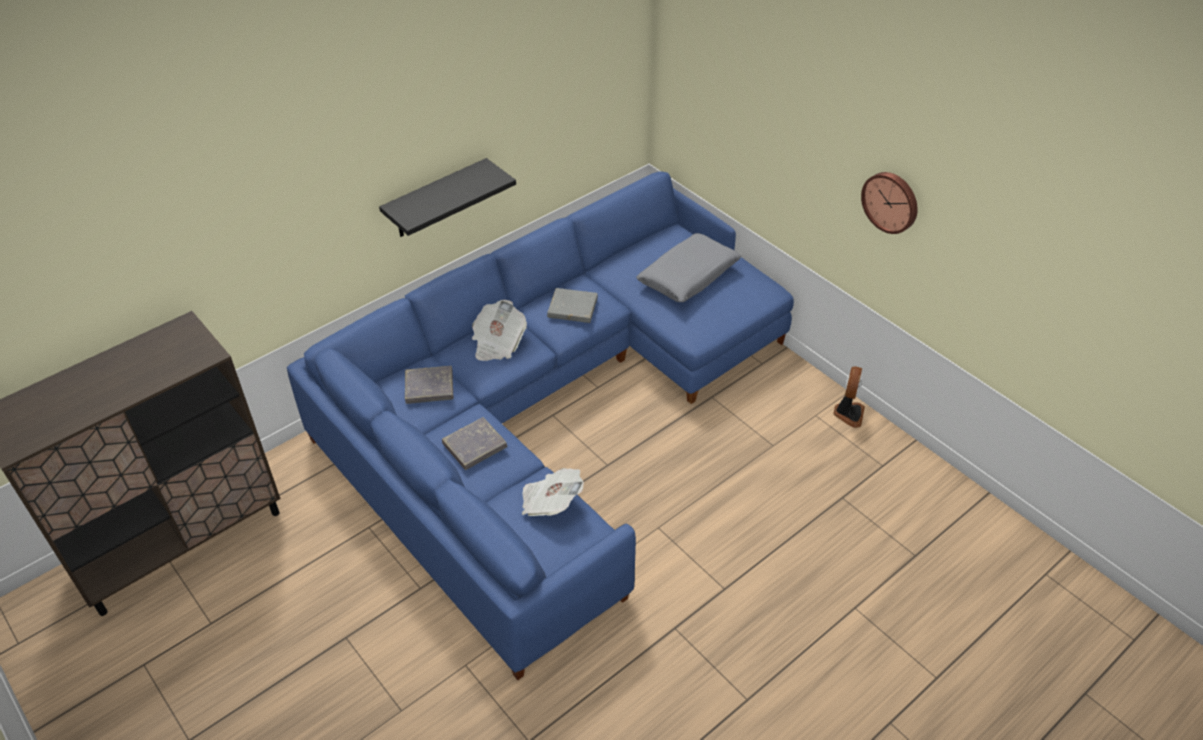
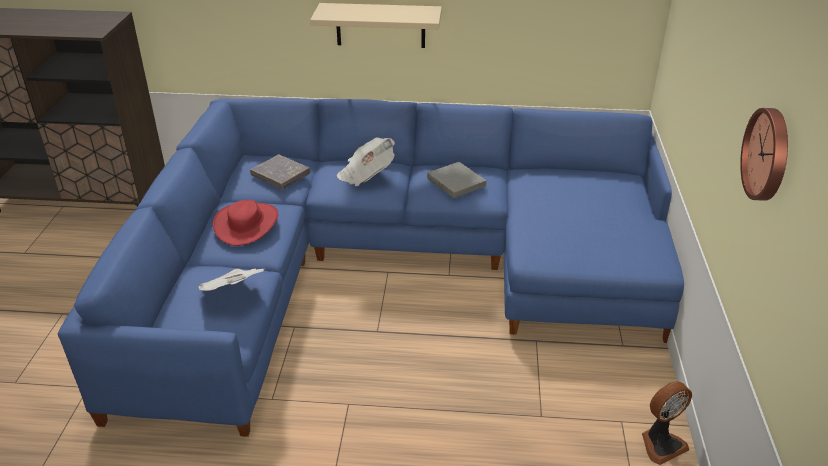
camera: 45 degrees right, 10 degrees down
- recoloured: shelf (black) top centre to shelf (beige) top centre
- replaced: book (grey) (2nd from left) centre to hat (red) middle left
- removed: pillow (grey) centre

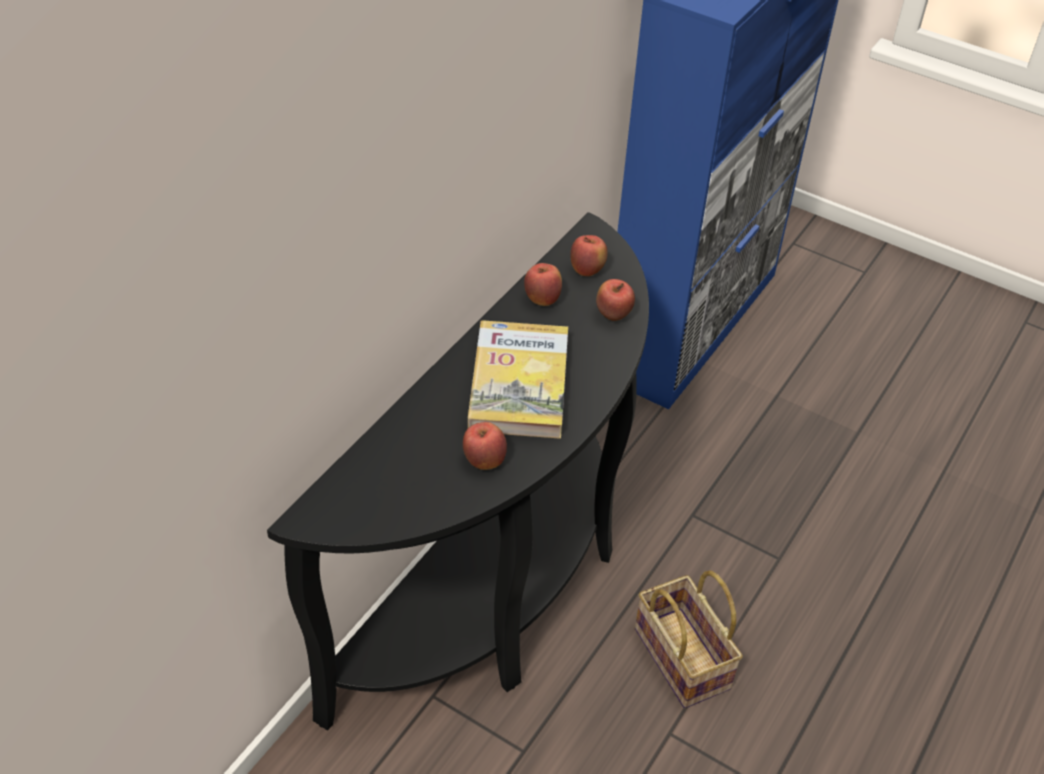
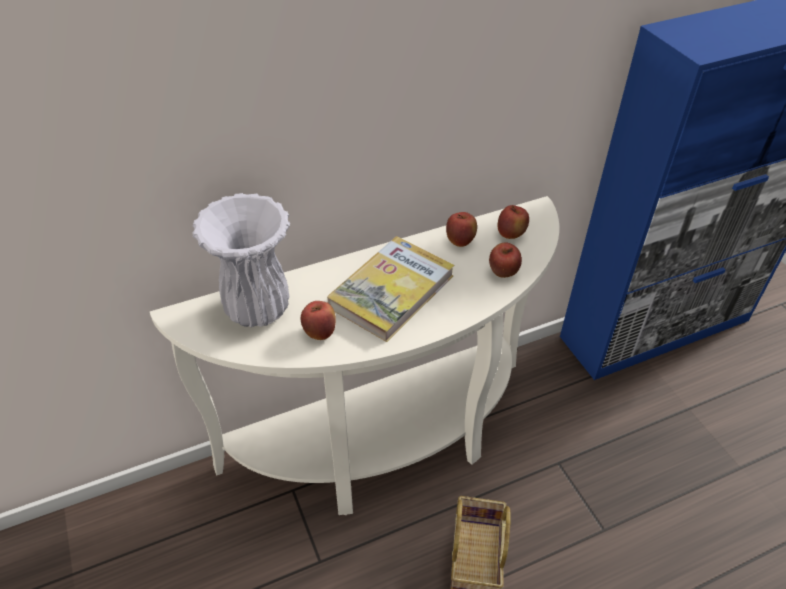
camera: 35 degrees right, 0 degrees up
- recoloured: console table (black) centre to console table (white) centre
- added: vase (white) middle left

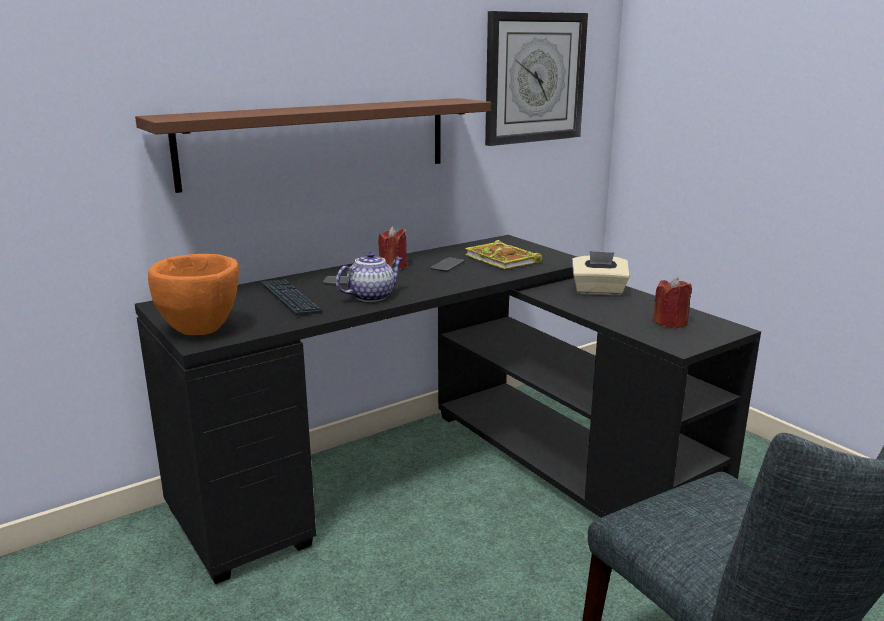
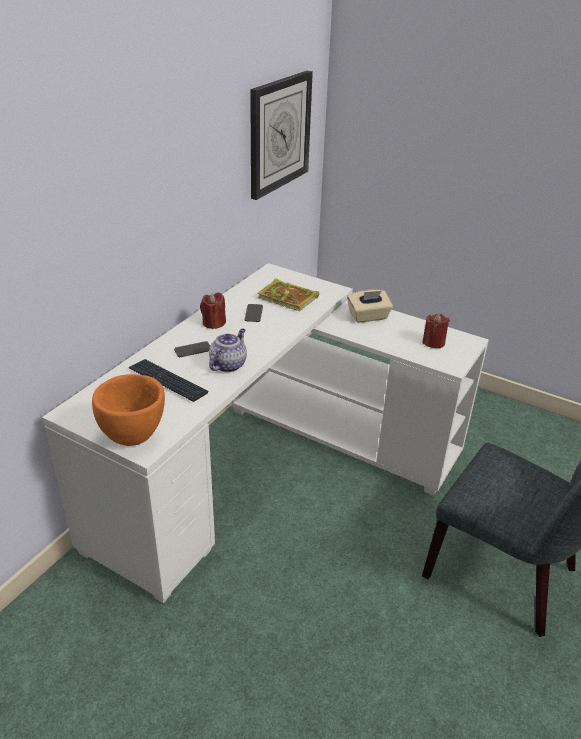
camera: 25 degrees left, 15 degrees up
- removed: shelf (brown) top centre
- recoloured: desk (black) centre to desk (white) centre

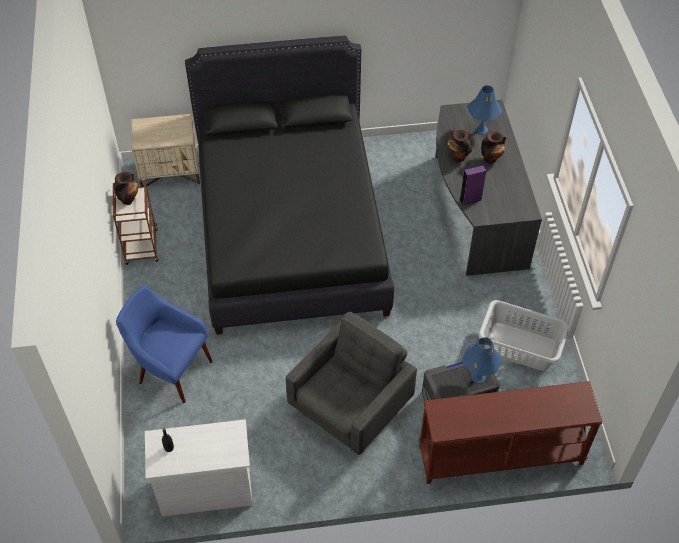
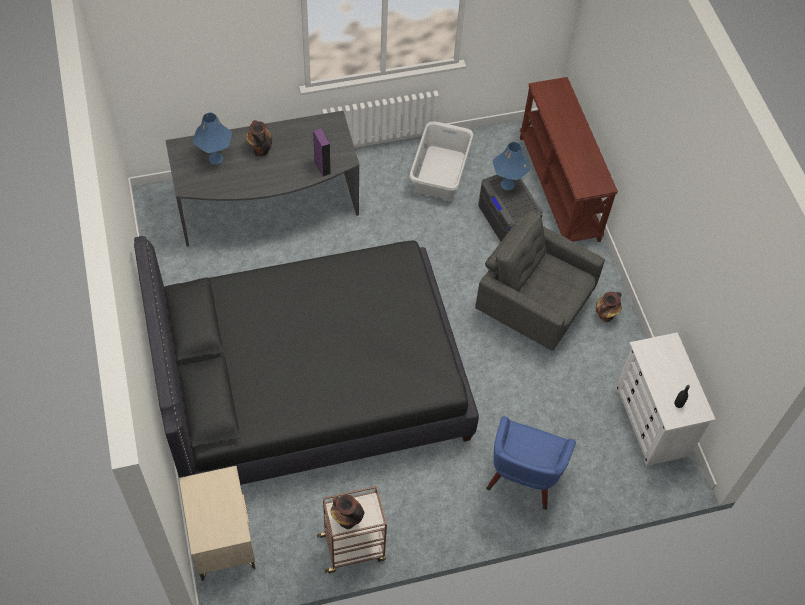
camera: 100 degrees left, 5 degrees up
- moved: vase (2nd from left in the first image) top right to vase (3rd from left) middle right

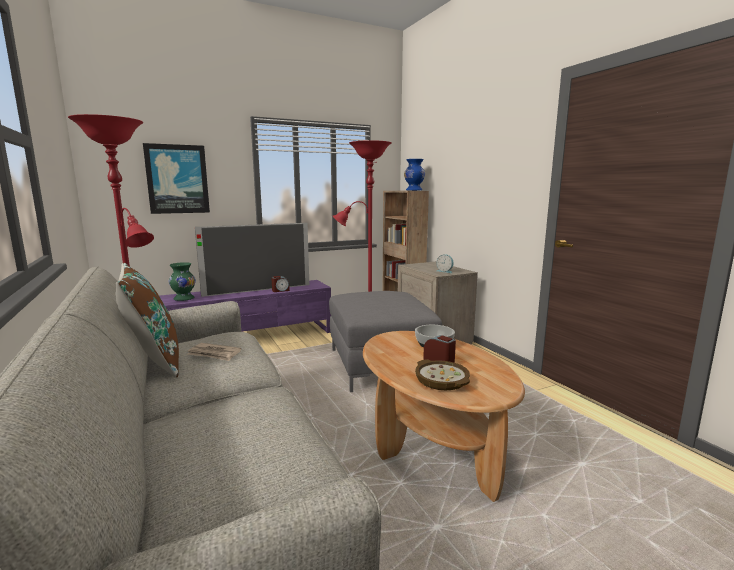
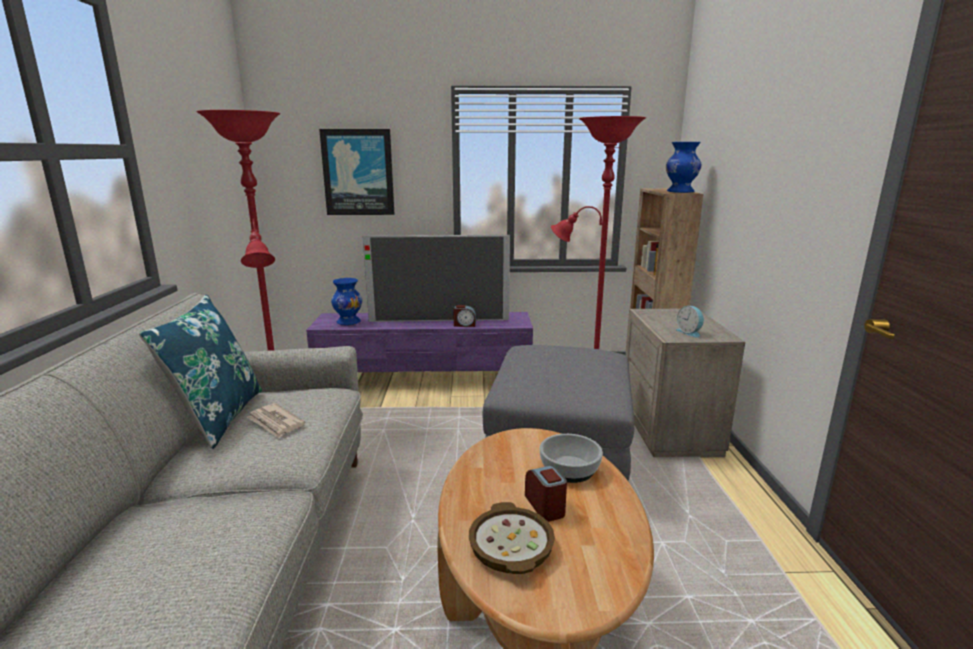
camera: 25 degrees right, 5 degrees up
- recoloured: pillow (brown) middle left to pillow (blue) middle left
- recoloured: vase (green) middle left to vase (blue) (1st from left) centre

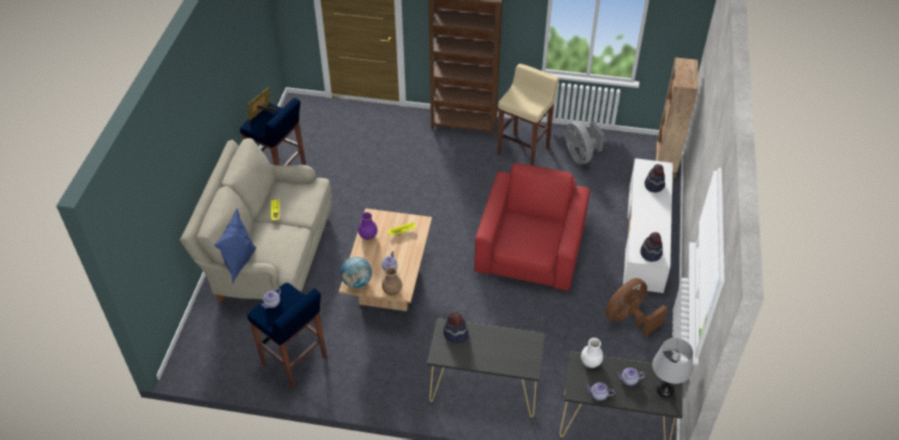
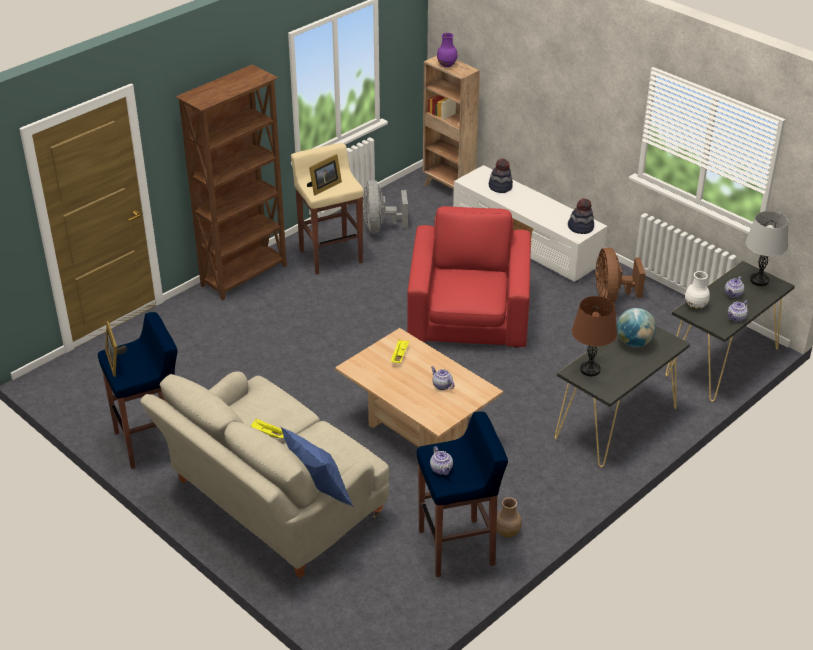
camera: 55 degrees left, 10 degrees down
- moved: globe centre to middle right
- moved: vase (purple) centre to top centre
- moved: vase (brown) centre to bottom centre
- replaced: hat (1st from left) bottom centre to table lamp (brown) middle right
- turned: armchair (red) centre = centre 45 degrees clockwise
- turned: fan (grey) top centre = top centre 75 degrees clockwise
- added: picture frame (2nd from left) top centre

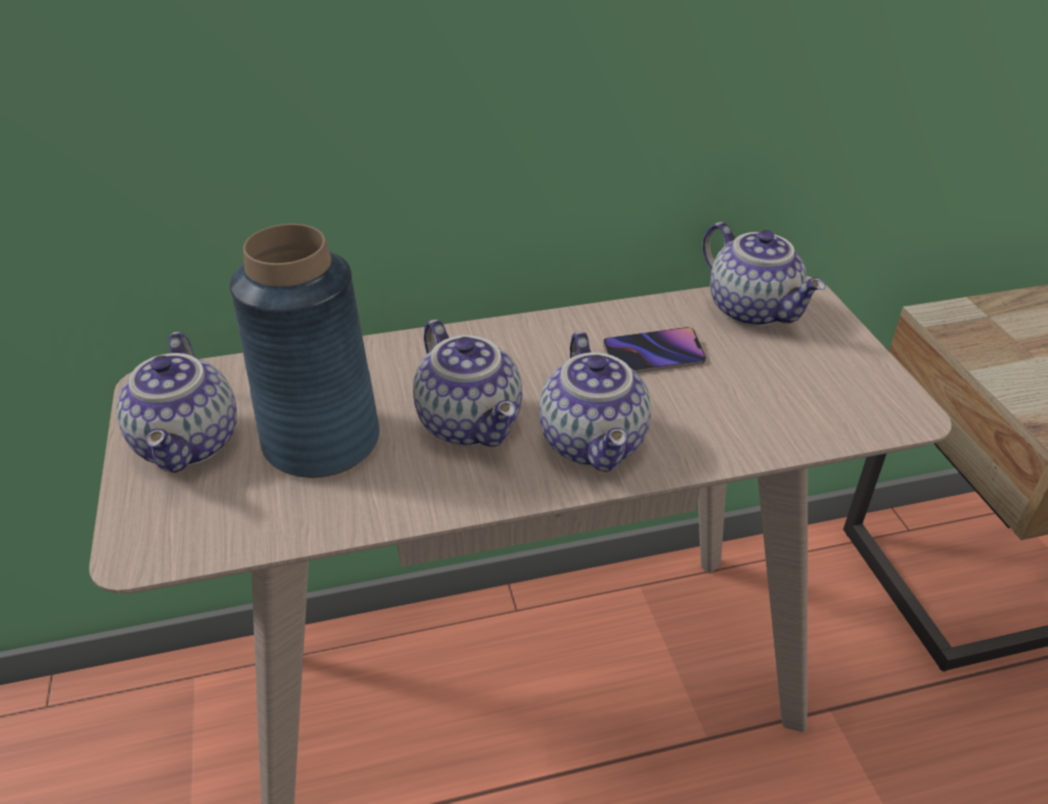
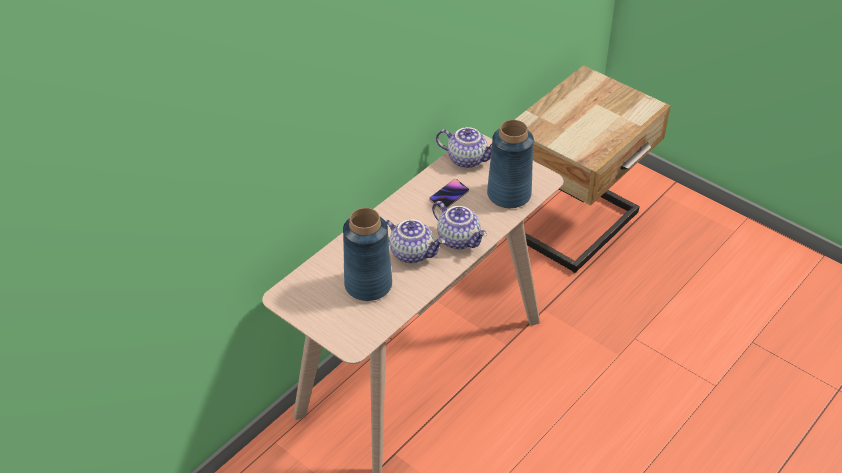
camera: 35 degrees left, 5 degrees up
- removed: teapot (1st from left) middle left
- added: vase (blue) (2nd from left) centre

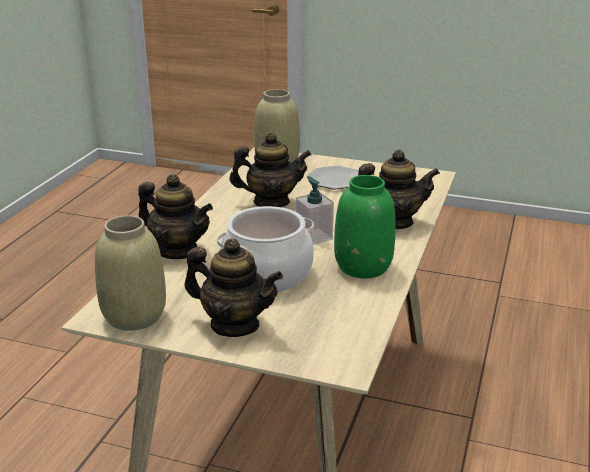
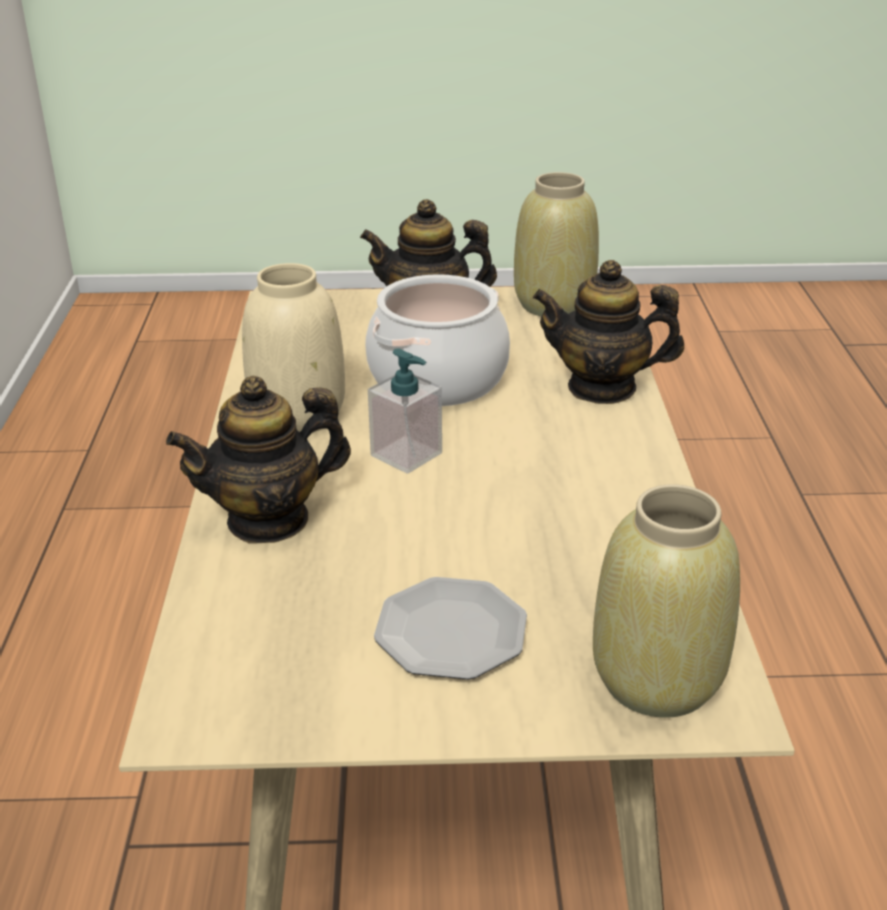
camera: 160 degrees right, 5 degrees up
- removed: teapot (3rd from left) centre
- recoloured: vase (green) centre to vase (beige) (1st from left) middle left

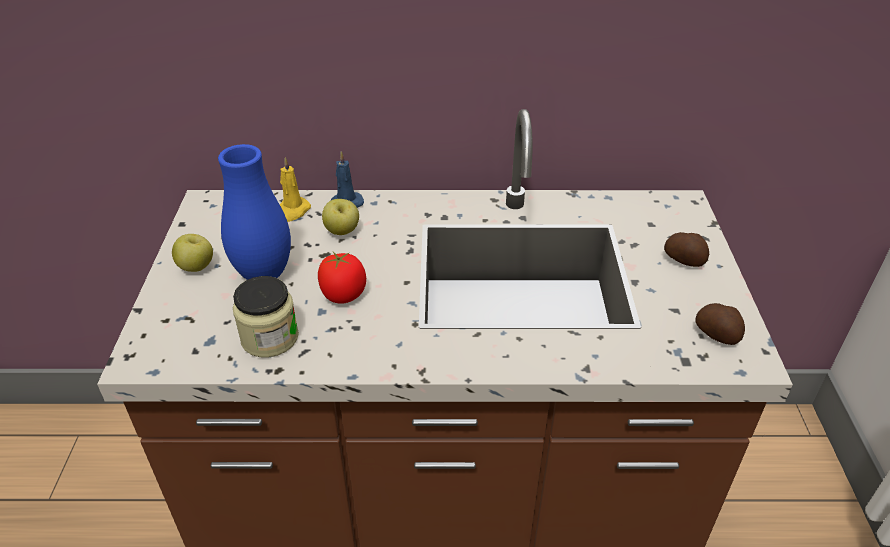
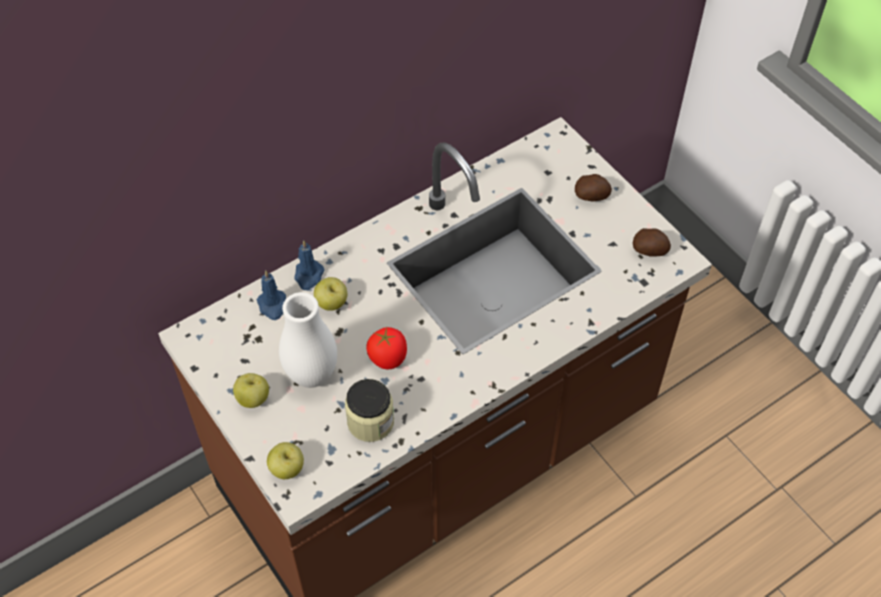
camera: 35 degrees left, 15 degrees up
- recoloured: vase (blue) middle left to vase (white) centre
- recoloured: candle (yellow) middle left to candle (blue) (1st from left) middle left
- added: apple (2nd from left) bottom left

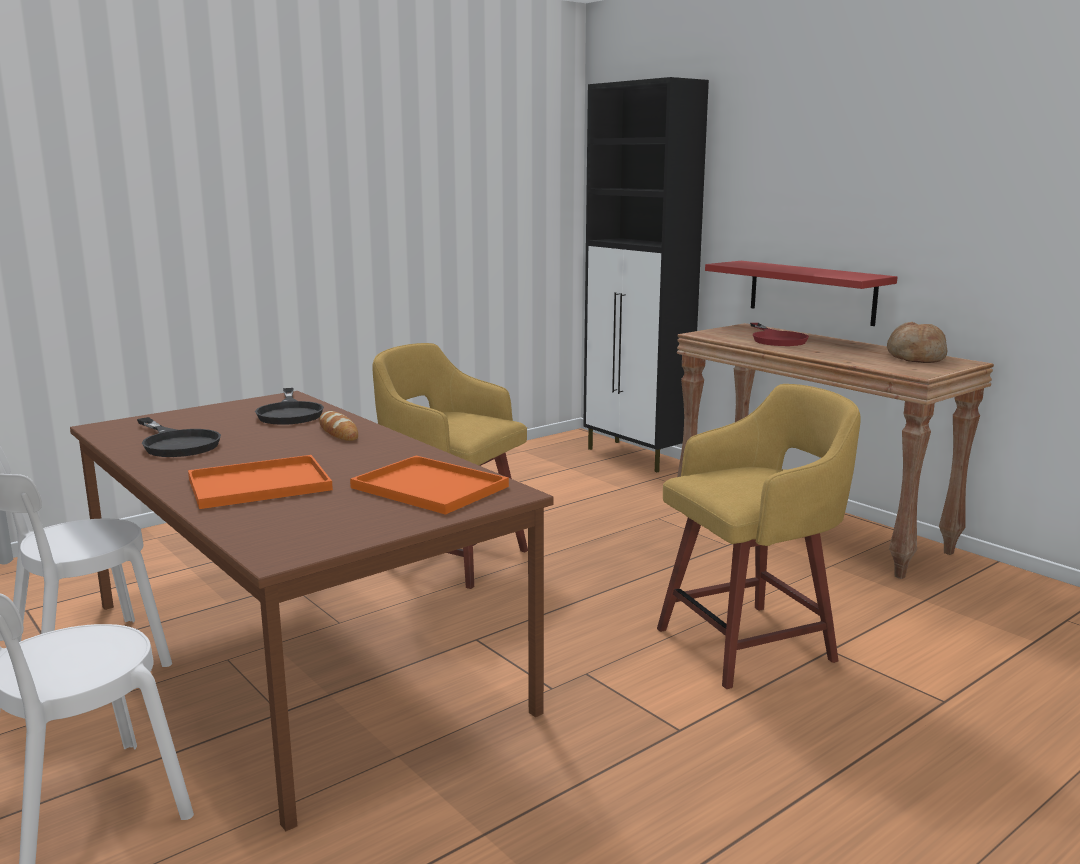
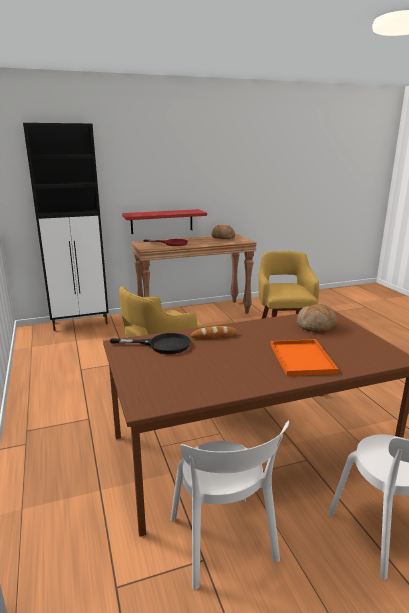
camera: 70 degrees left, 5 degrees up
- removed: frying pan (black) (1st from left) middle left
- replaced: tray (orange) (2nd from left) centre to bread (3rd from left) middle right

